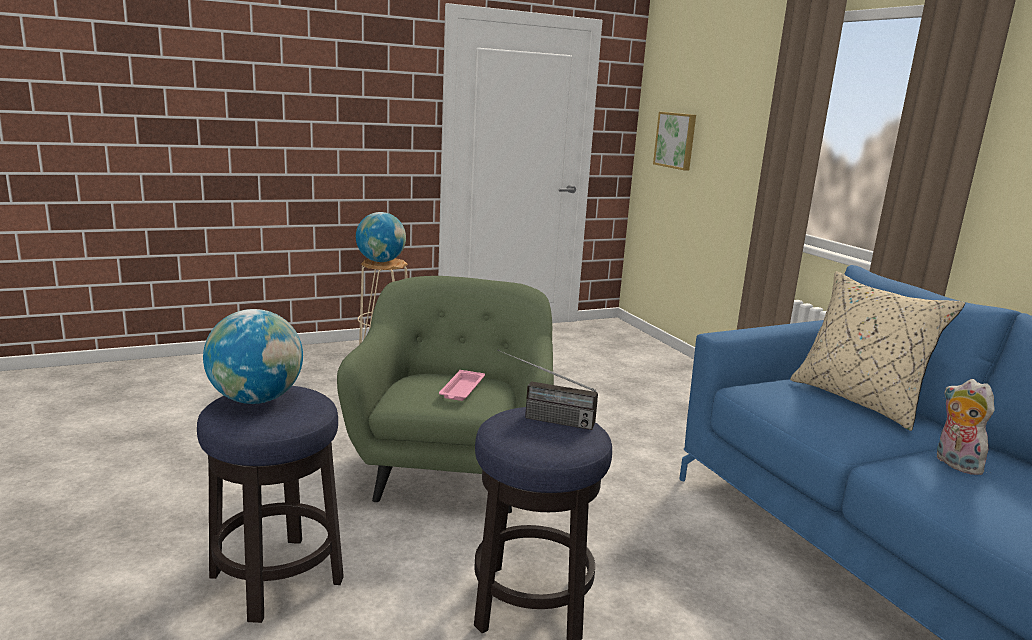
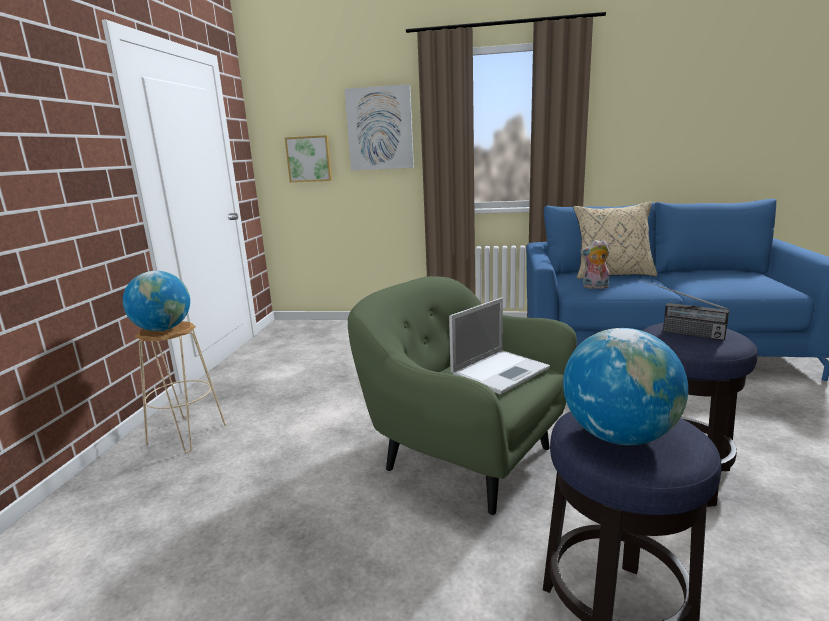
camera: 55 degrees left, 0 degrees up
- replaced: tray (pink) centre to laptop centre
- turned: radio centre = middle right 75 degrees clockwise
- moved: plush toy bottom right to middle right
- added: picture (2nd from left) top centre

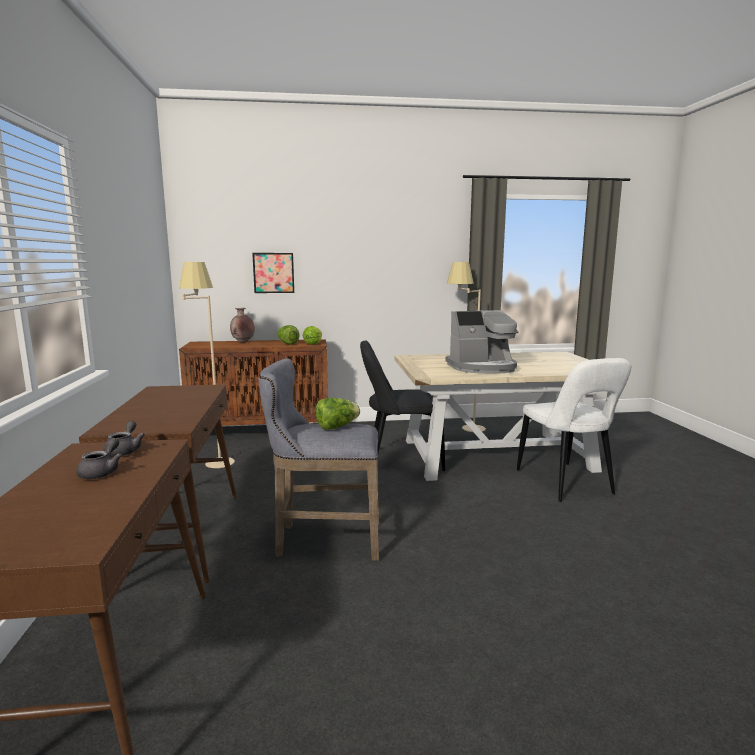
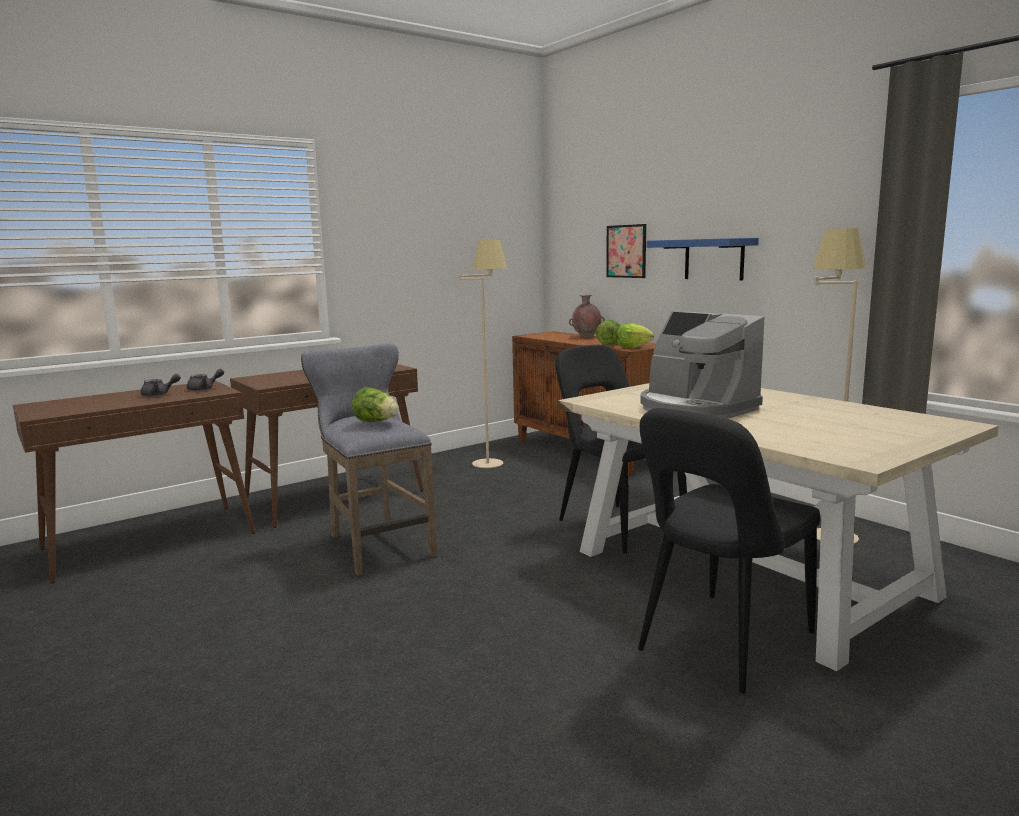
camera: 60 degrees right, 0 degrees up
- recoloured: chair (white) middle right to chair (black) (2nd from left) bottom right
- added: shelf (blue) top right

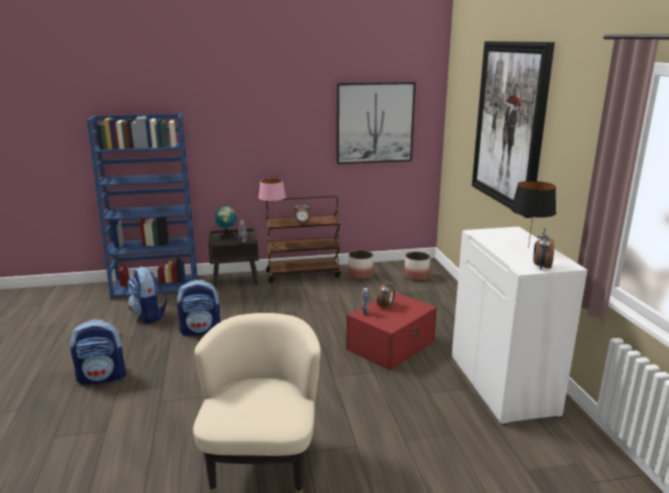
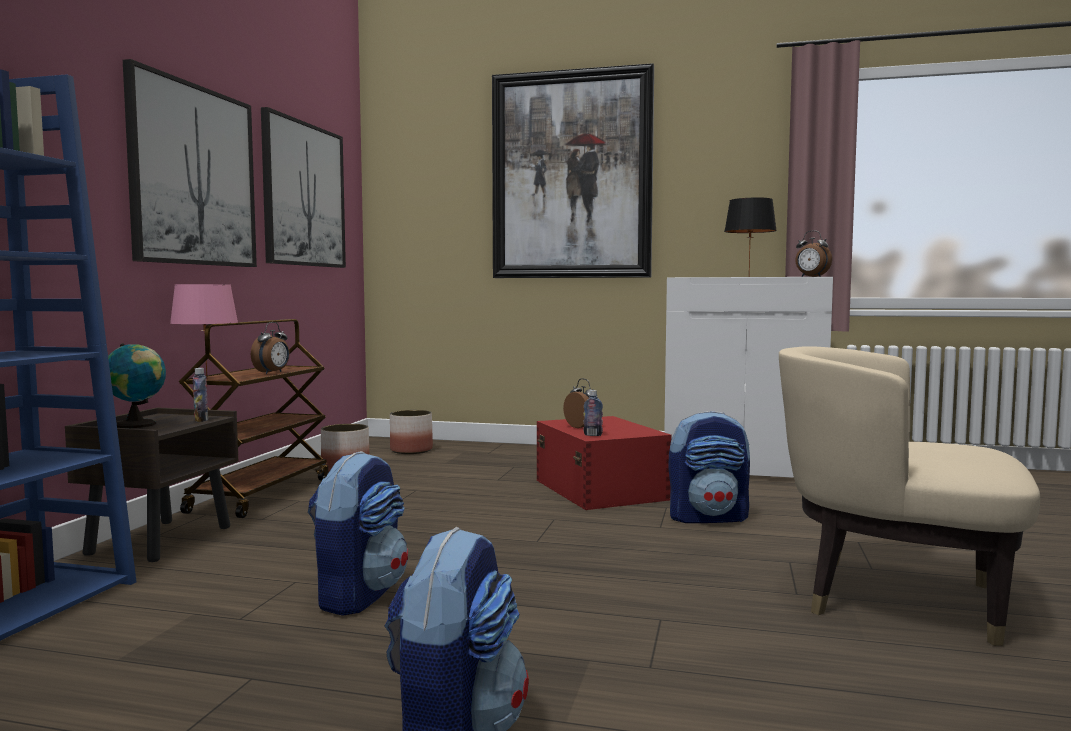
camera: 65 degrees left, 15 degrees down
- moved: backpack (2nd from left in the first image) middle left to backpack (3rd from left) centre
- added: picture (1st from left) top left

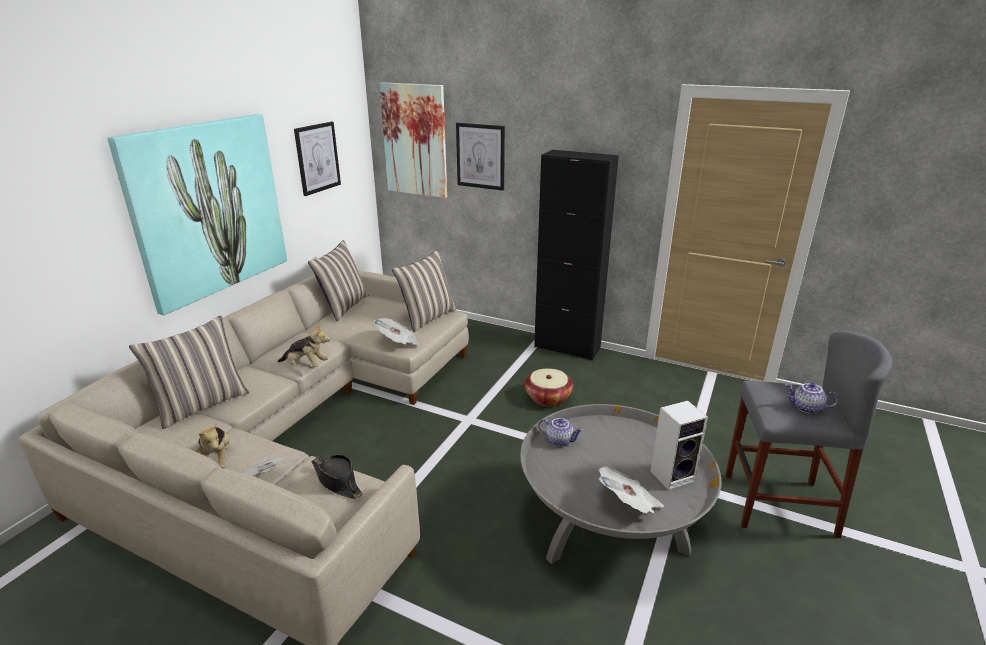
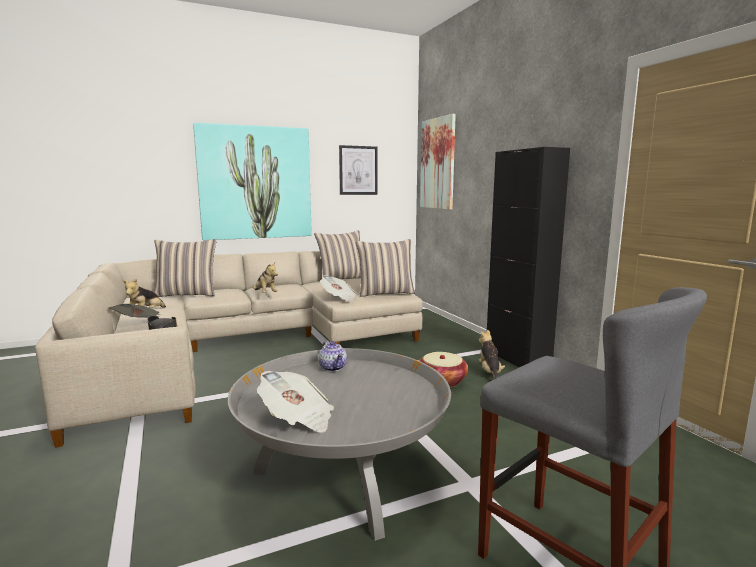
camera: 40 degrees right, 15 degrees down
- removed: picture (4th from left) top centre
- removed: speaker bottom right
- removed: teapot (2nd from left) middle right
- added: plush toy (3rd from left) centre

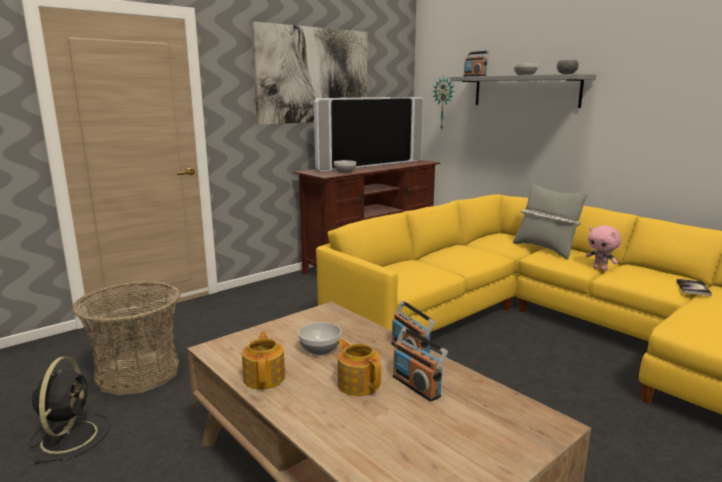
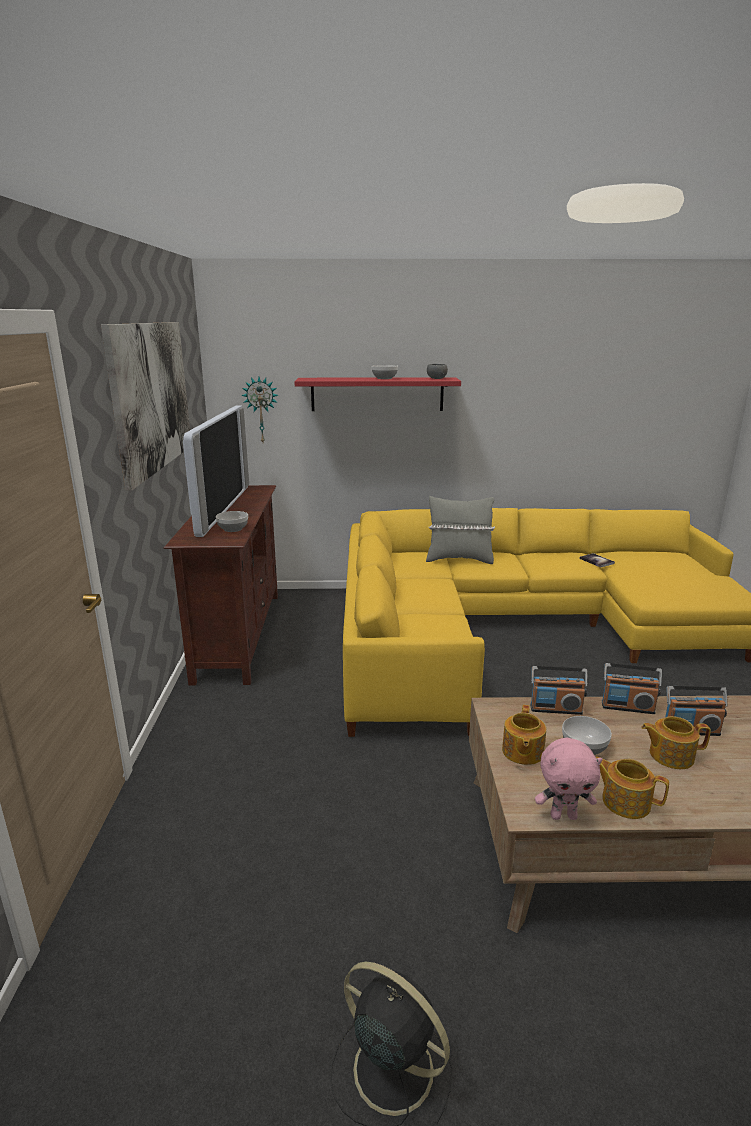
camera: 50 degrees left, 5 degrees up
- removed: basket bottom left
- recoloured: shelf (grey) top right to shelf (red) centre
- moved: radio (3rd from left in the first image) top centre to radio (1st from left) middle right
- moved: plush toy (pink) middle right to bottom right
- added: teapot (1st from left) middle right

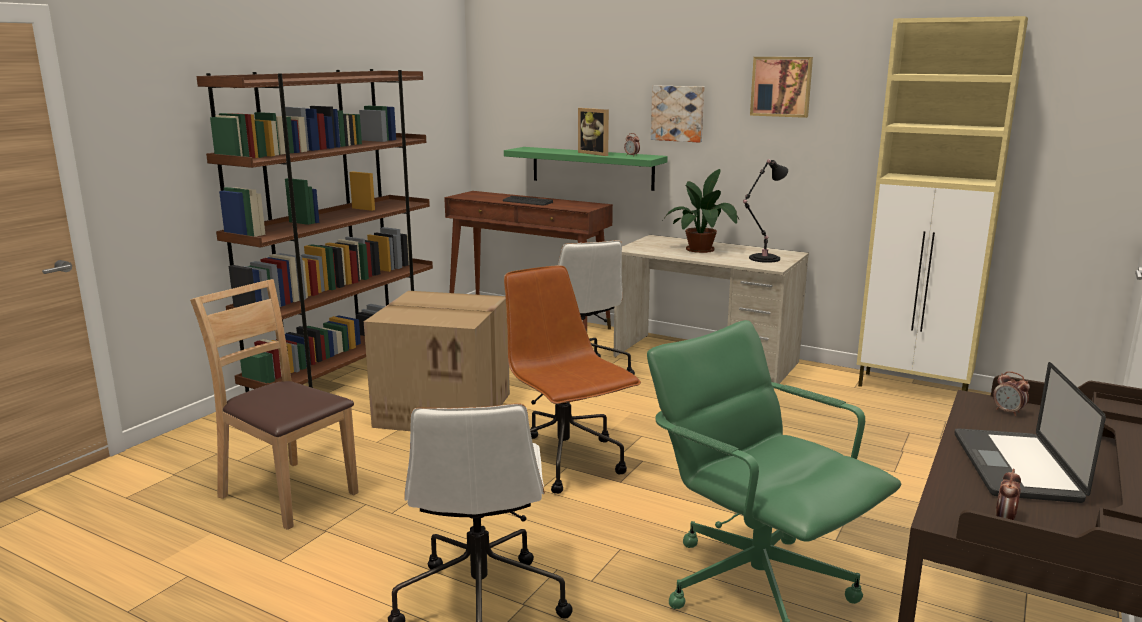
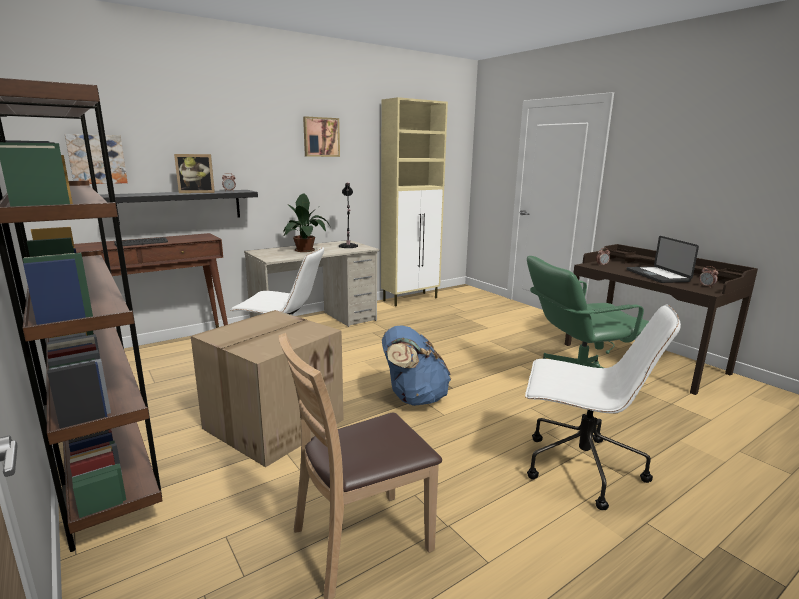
camera: 65 degrees left, 0 degrees up
- recoloured: shelf (green) top centre to shelf (black) middle left
- replaced: office chair (brown) centre to backpack (blue) centre
- moved: picture (1st from left) top centre to top left
- turned: laptop bottom right = middle right 45 degrees clockwise

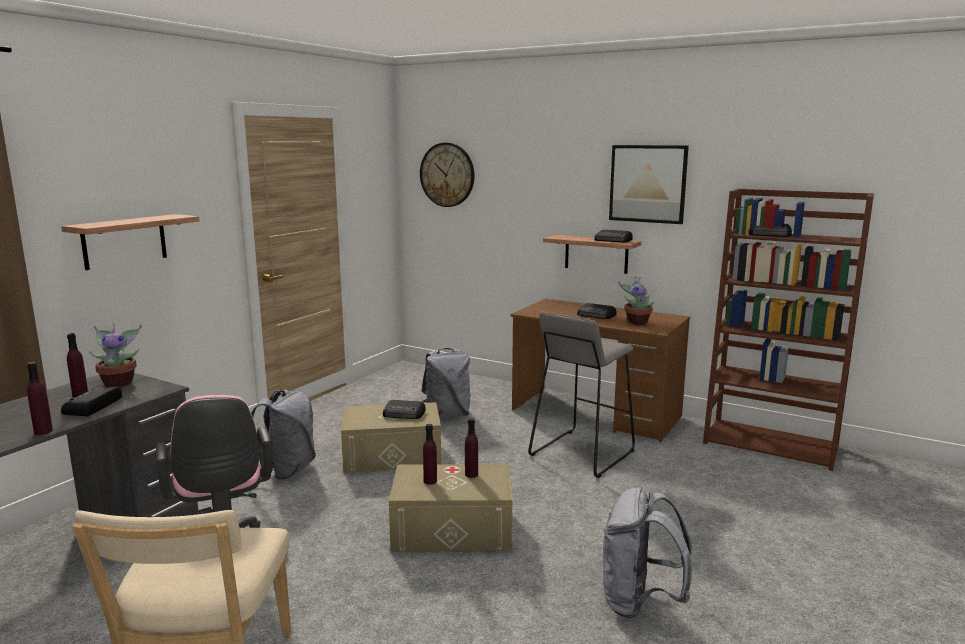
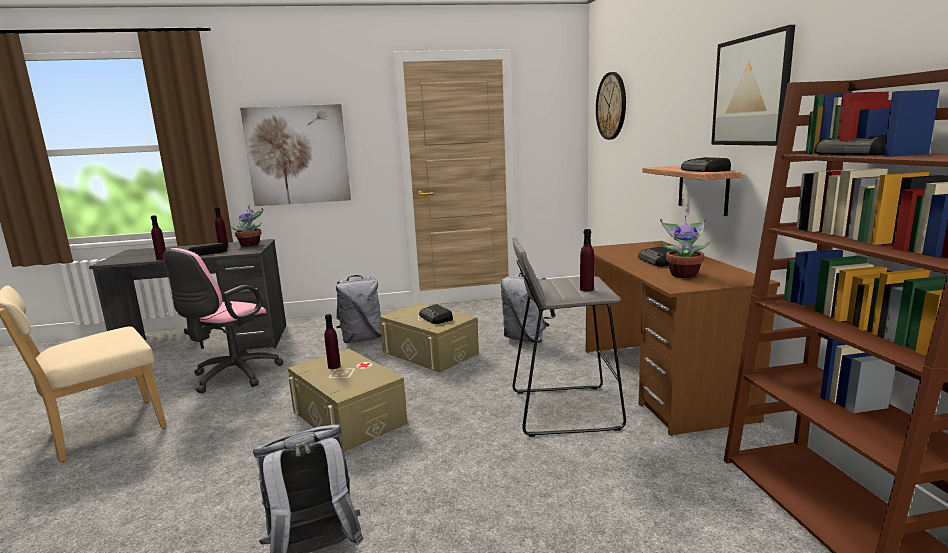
camera: 50 degrees right, 0 degrees up
- replaced: shelf (1st from left) middle left to picture (1st from left) top left
- moved: bottle (purple) (4th from left) bottom centre to centre

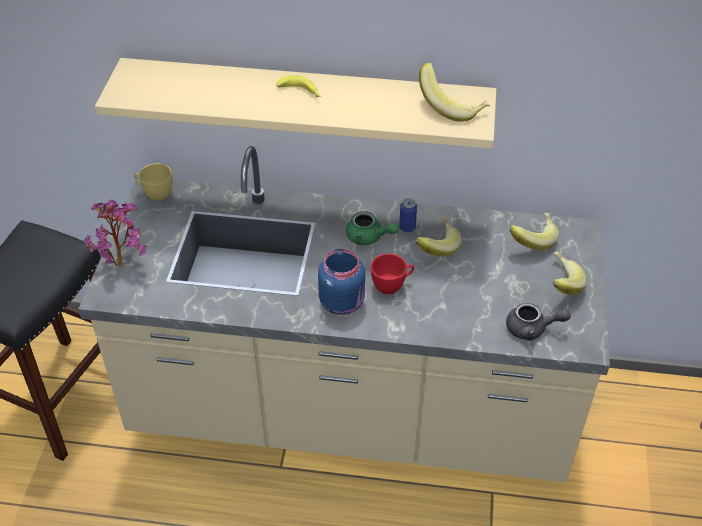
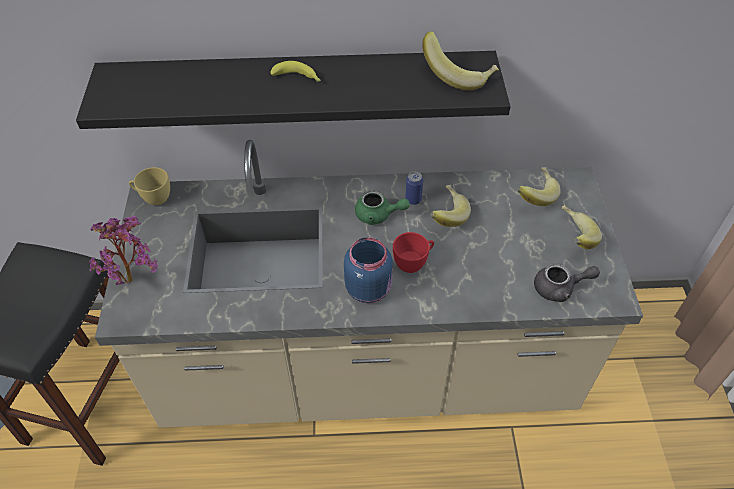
camera: 10 degrees left, 5 degrees up
- recoloured: shelf (beige) top centre to shelf (black) top centre

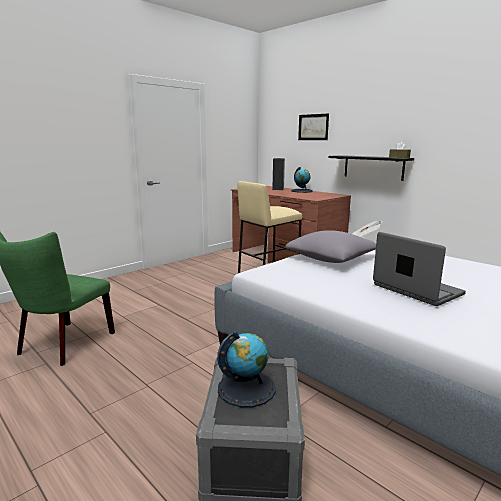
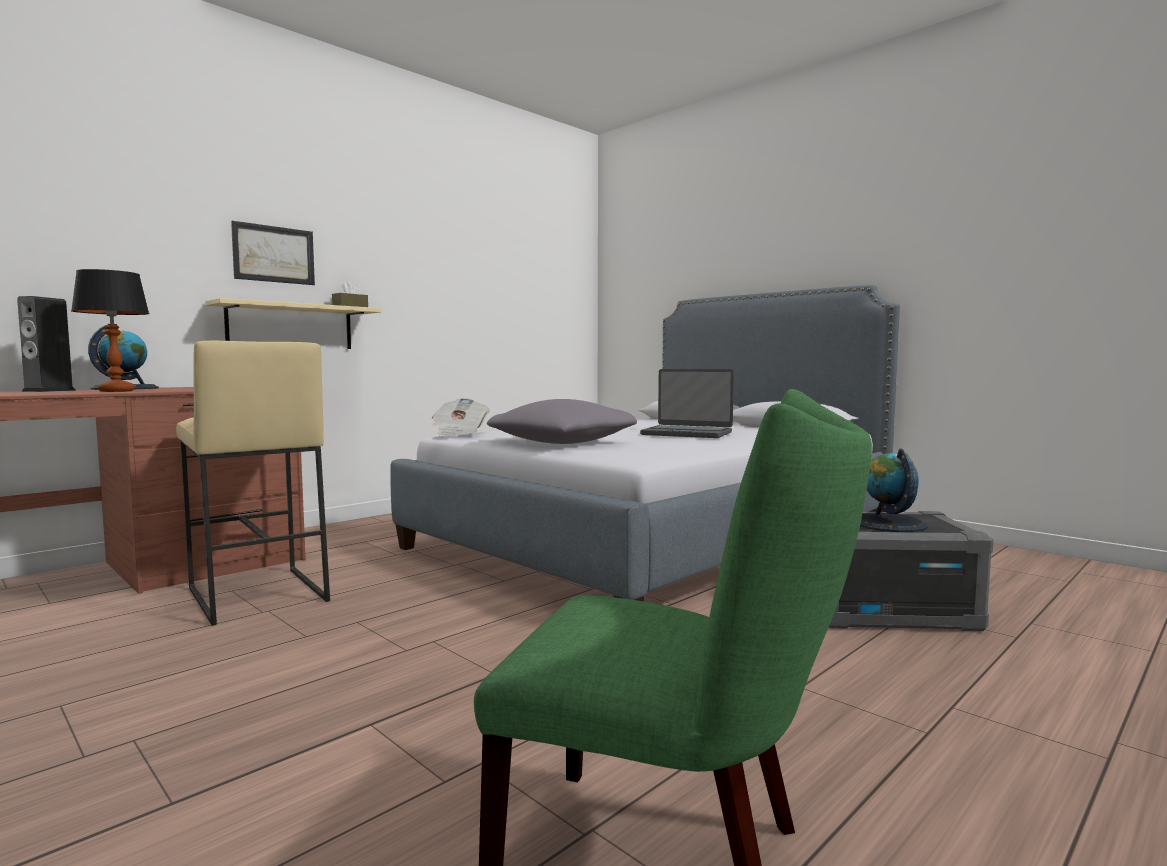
camera: 90 degrees left, 10 degrees down
- moved: picture top centre to top left
- recoloured: shelf (black) middle right to shelf (beige) middle left
- turned: laptop middle right = centre 120 degrees counterclockwise
- added: table lamp middle left

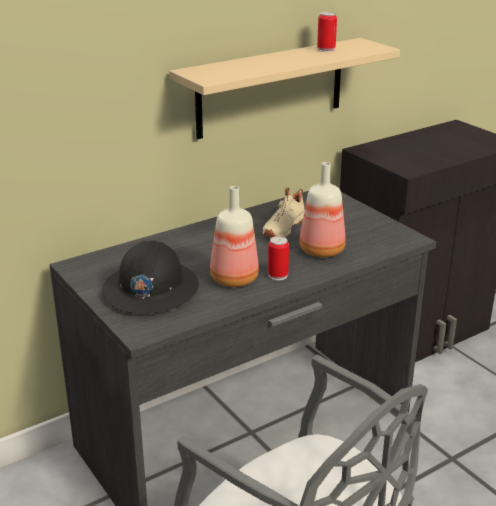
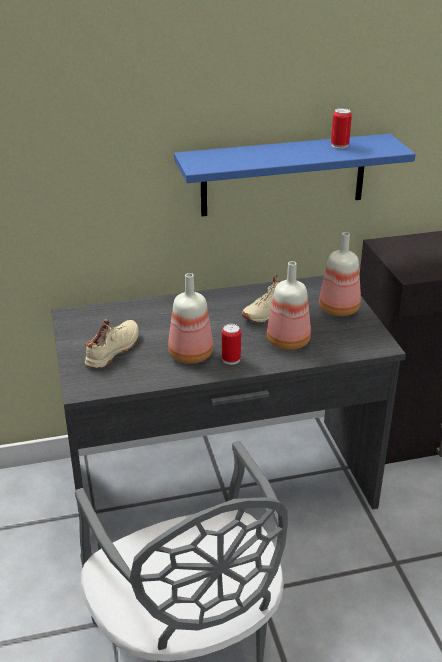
camera: 20 degrees right, 5 degrees up
- replaced: hard hat (black) middle left to shoe (beige) (1st from left) middle left
- recoloured: shelf (beige) top centre to shelf (blue) top right
- added: bottle (3rd from left) middle right

